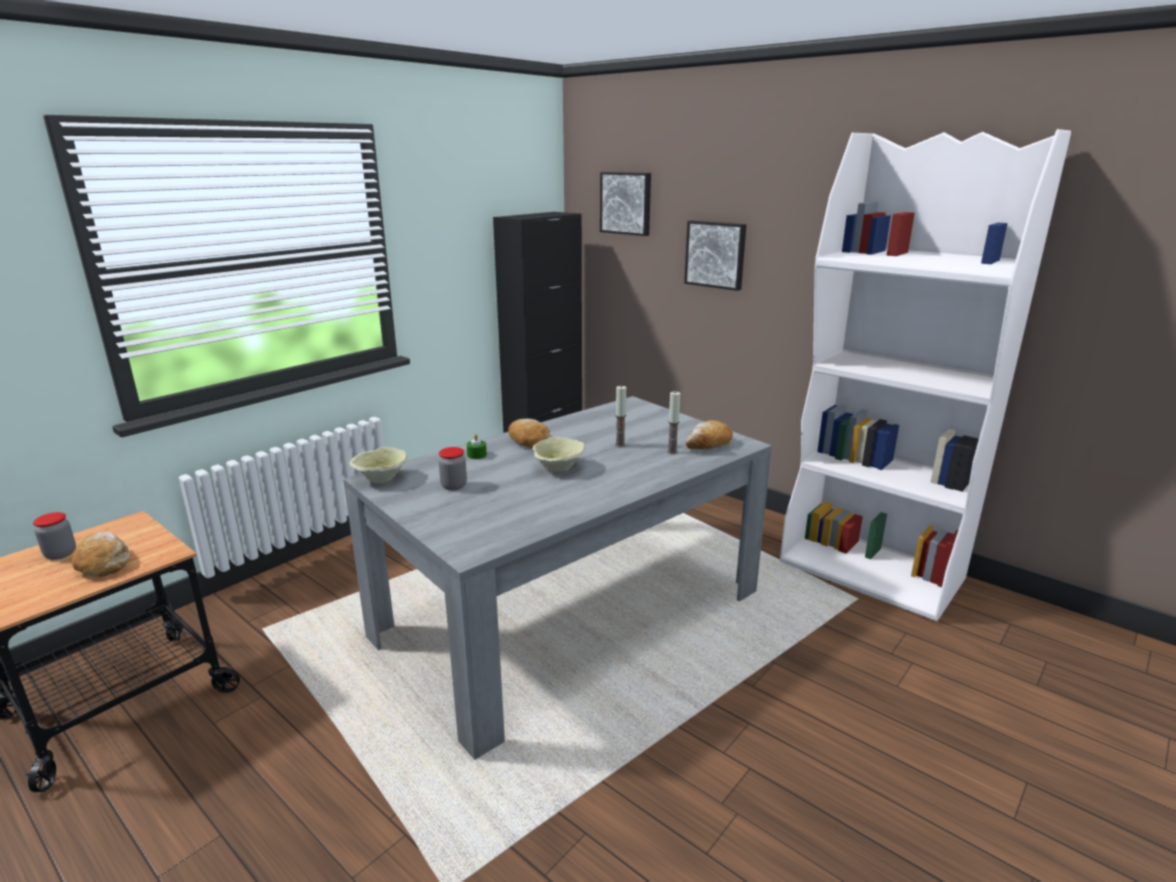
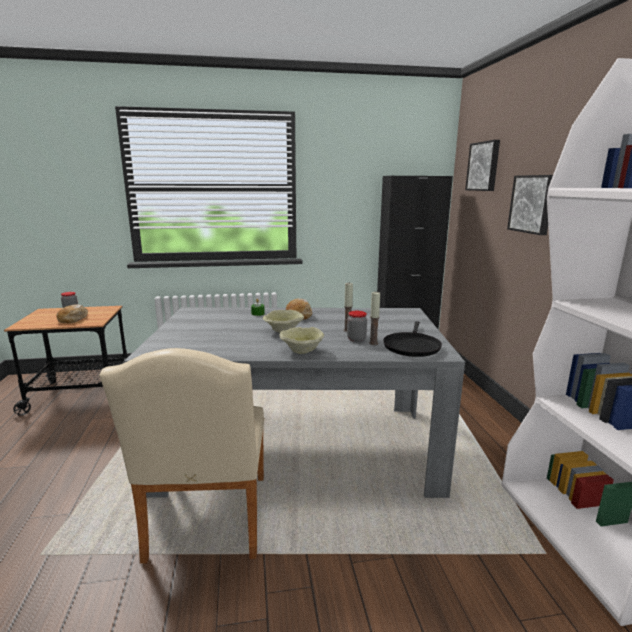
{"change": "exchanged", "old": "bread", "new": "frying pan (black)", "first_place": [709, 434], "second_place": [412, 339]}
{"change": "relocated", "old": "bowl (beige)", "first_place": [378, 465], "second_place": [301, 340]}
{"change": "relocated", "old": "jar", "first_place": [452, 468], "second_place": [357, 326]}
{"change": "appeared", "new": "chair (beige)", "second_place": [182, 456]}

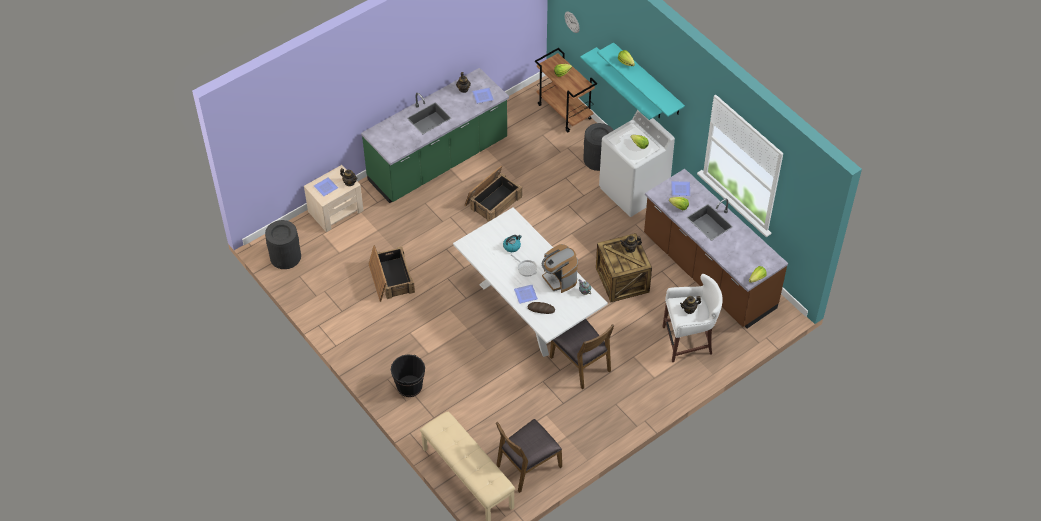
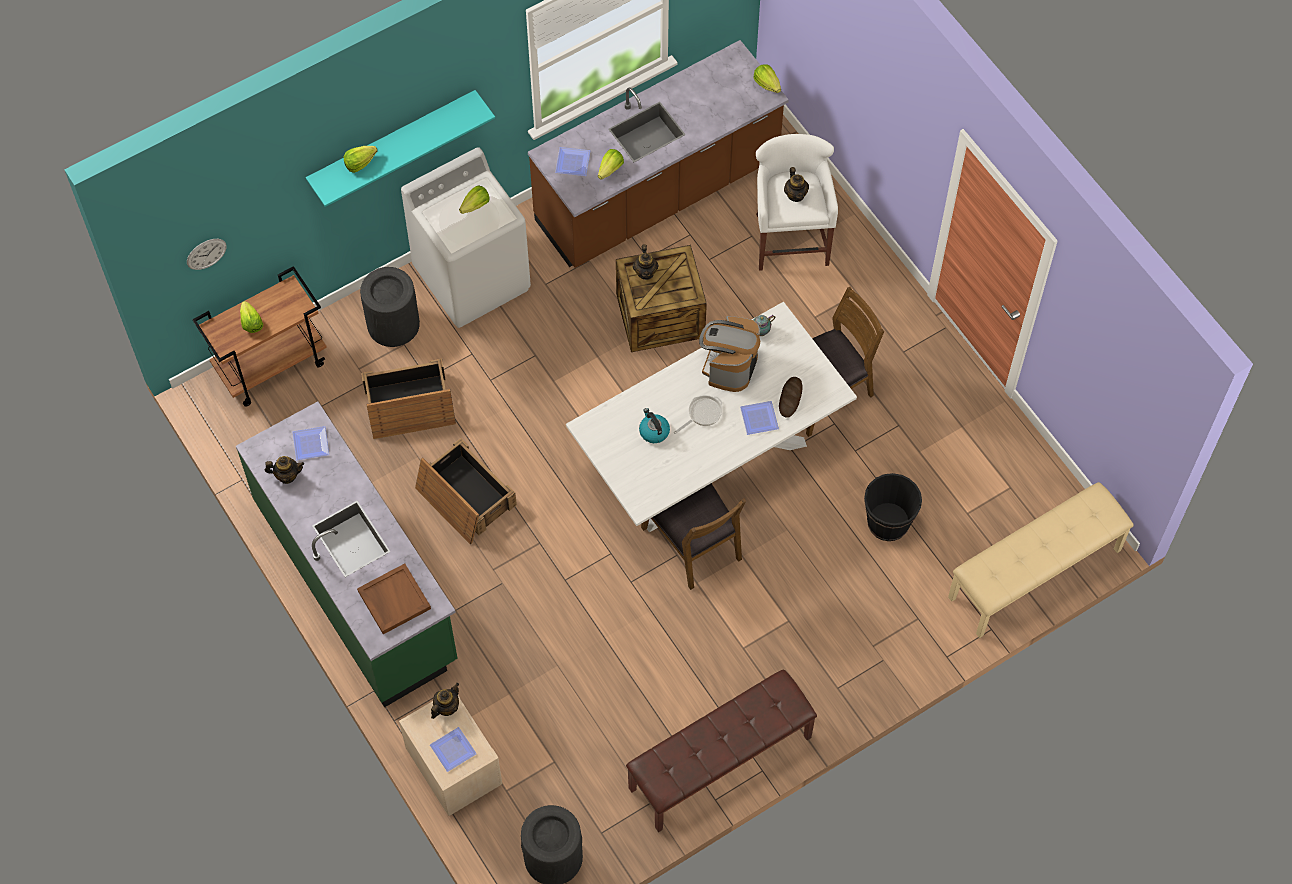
{"change": "missing", "old": "shelf (turquoise)", "first_place": [621, 83]}
{"change": "spun", "old": "coffee machine", "first_place": [560, 268], "second_place": [729, 354], "degrees": 135}
{"change": "relocated", "old": "crate", "first_place": [391, 273], "second_place": [408, 399]}
{"change": "relocated", "old": "bucket (black)", "first_place": [408, 376], "second_place": [893, 507]}
{"change": "relocated", "old": "chair (brown)", "first_place": [529, 456], "second_place": [693, 536]}
{"change": "appeared", "new": "tray (brown)", "second_place": [394, 598]}
{"change": "appeared", "new": "bench (brown)", "second_place": [721, 751]}

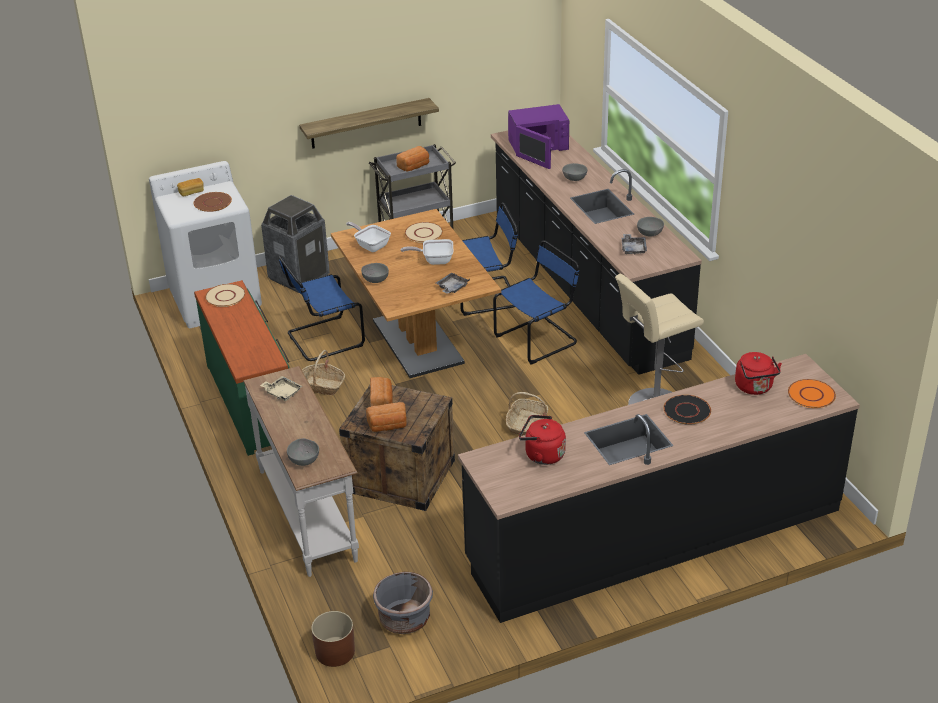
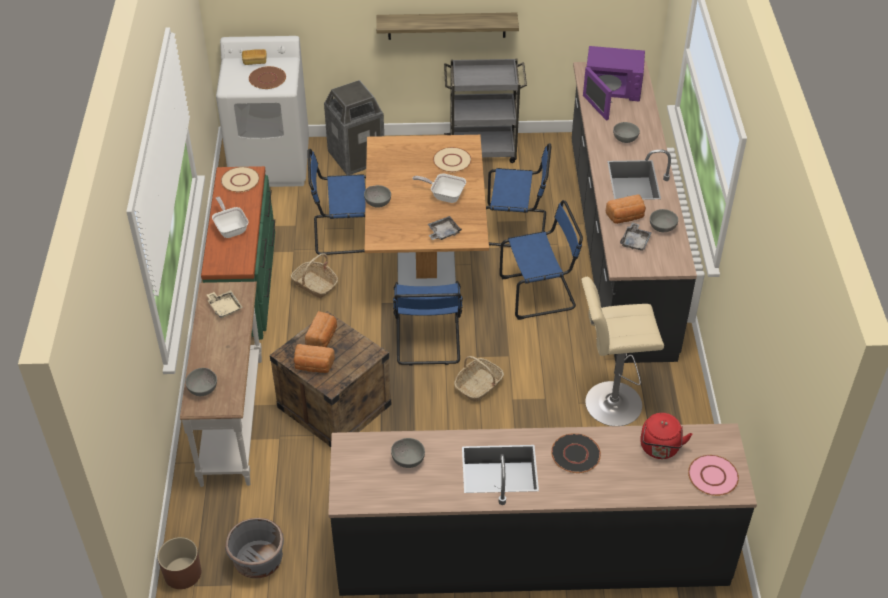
{"change": "relocated", "old": "bread", "first_place": [412, 158], "second_place": [626, 209]}
{"change": "relocated", "old": "frying pan", "first_place": [368, 237], "second_place": [230, 217]}
{"change": "colour", "old": "plate (orange)", "new": "plate (pink)", "first_place": [812, 393], "second_place": [713, 475]}
{"change": "exchanged", "old": "kettle (red)", "new": "bowl (grey)", "first_place": [542, 440], "second_place": [408, 453]}
{"change": "appeared", "new": "chair (blue)", "second_place": [428, 323]}

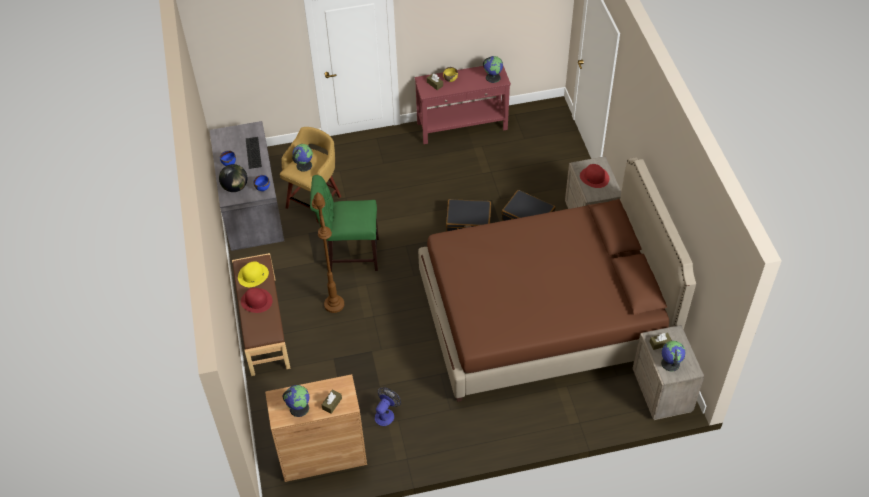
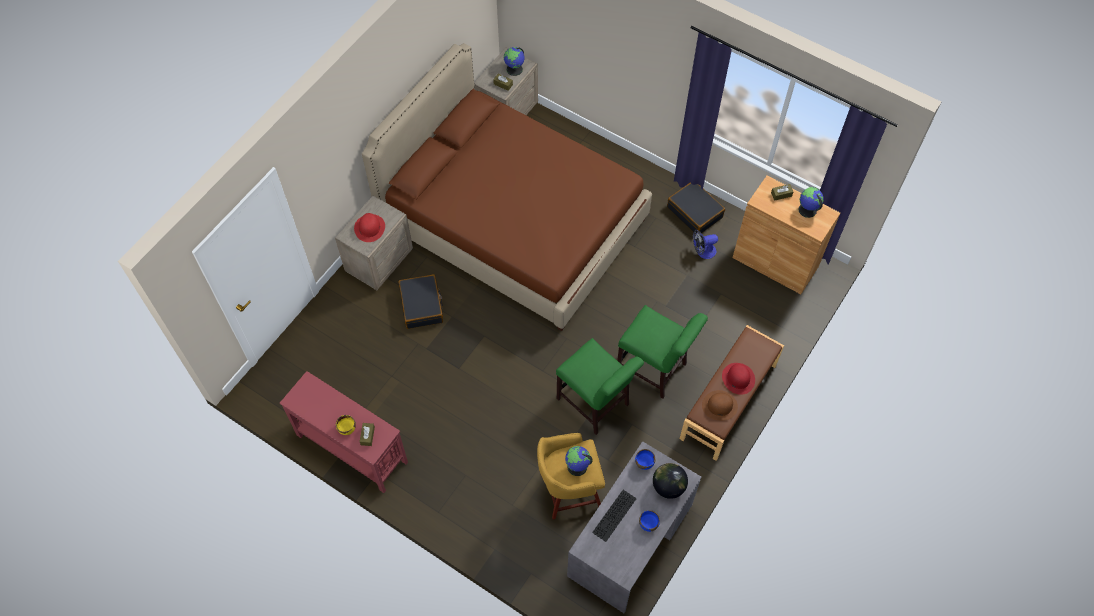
{"change": "missing", "old": "globe", "first_place": [493, 69]}
{"change": "exchanged", "old": "floor lamp (brown)", "new": "chair (green)", "first_place": [328, 252], "second_place": [662, 352]}
{"change": "relocated", "old": "suitcase (black)", "first_place": [468, 215], "second_place": [696, 208]}
{"change": "colour", "old": "hat (yellow)", "new": "hat (brown)", "first_place": [253, 274], "second_place": [720, 405]}

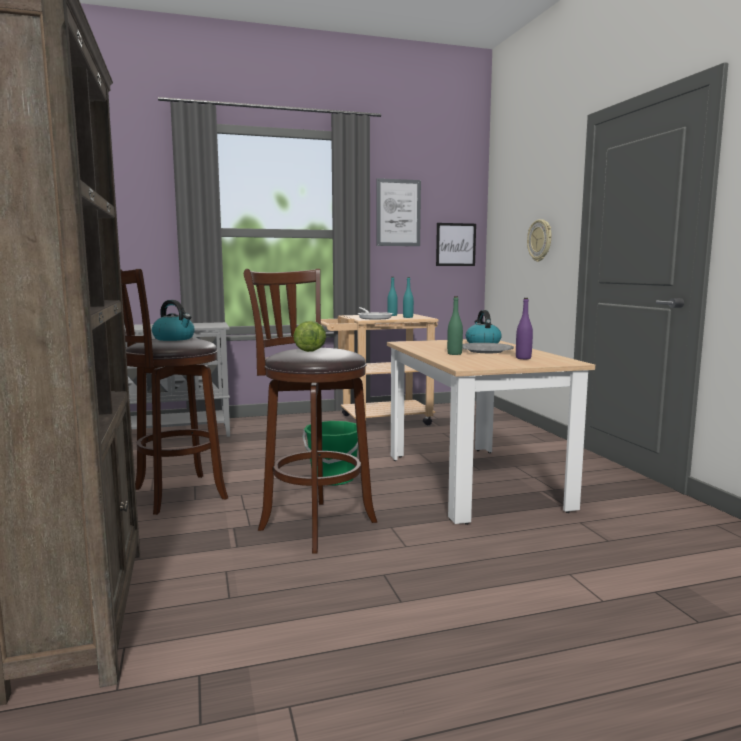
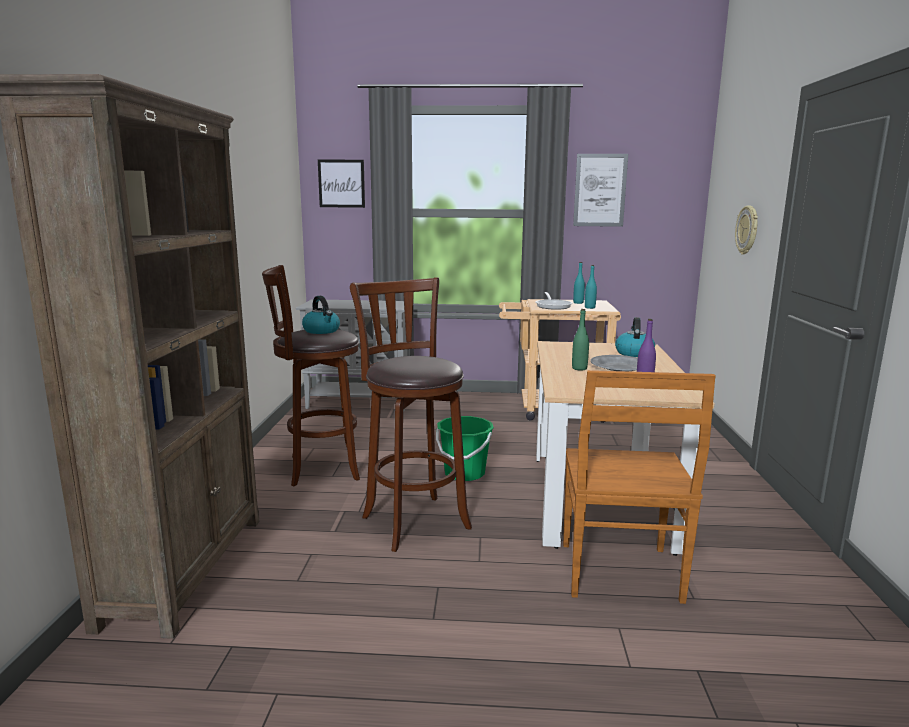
{"change": "relocated", "old": "picture", "first_place": [456, 244], "second_place": [341, 183]}
{"change": "missing", "old": "lettuce", "first_place": [310, 336]}
{"change": "appeared", "new": "chair (brown)", "second_place": [639, 487]}

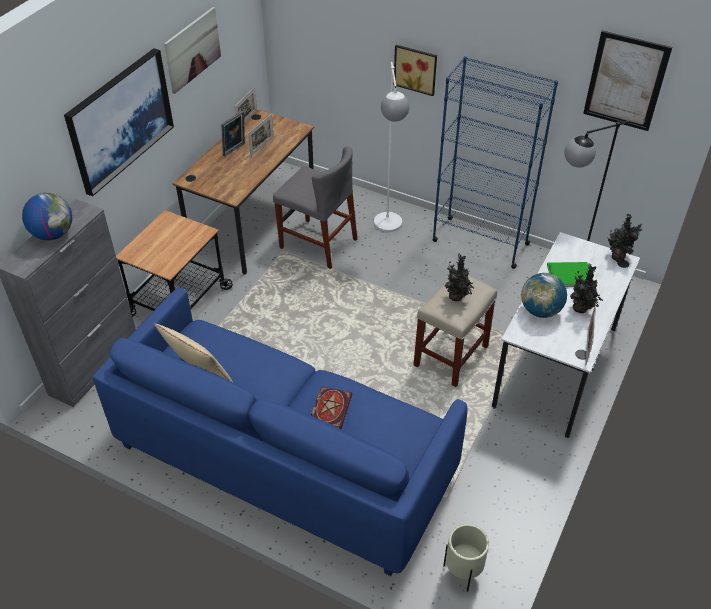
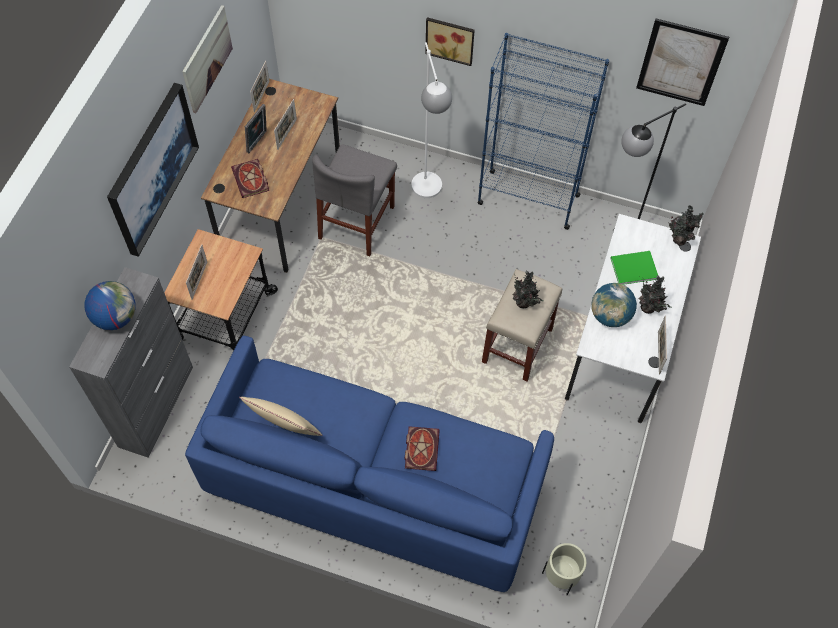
{"change": "spun", "old": "chair (grey)", "first_place": [315, 207], "second_place": [354, 200], "degrees": 90}
{"change": "appeared", "new": "book", "second_place": [250, 178]}
{"change": "appeared", "new": "picture frame", "second_place": [196, 272]}

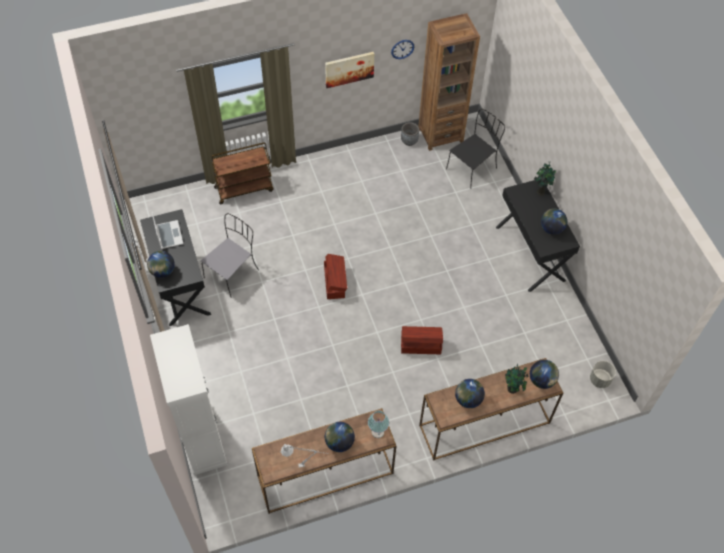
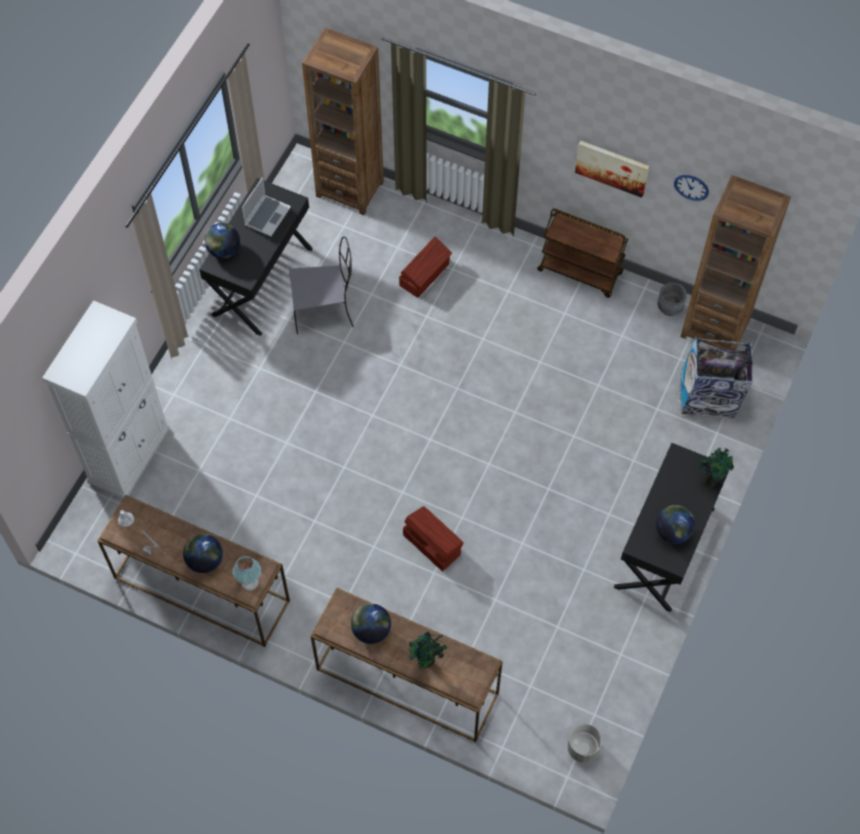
{"change": "exchanged", "old": "chair (black)", "new": "trash can", "first_place": [475, 149], "second_place": [715, 378]}
{"change": "relocated", "old": "cart (brown)", "first_place": [242, 173], "second_place": [582, 253]}
{"change": "relocated", "old": "storage box (brown)", "first_place": [335, 276], "second_place": [425, 267]}
{"change": "missing", "old": "globe", "first_place": [544, 374]}
{"change": "appeared", "new": "bookcase (brown)", "second_place": [343, 121]}

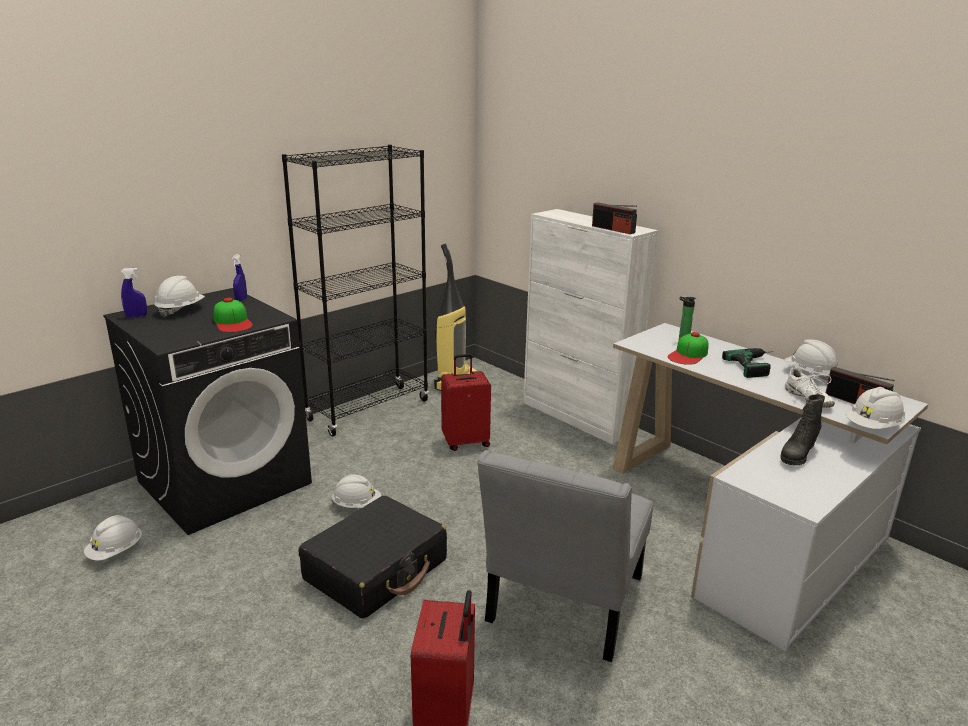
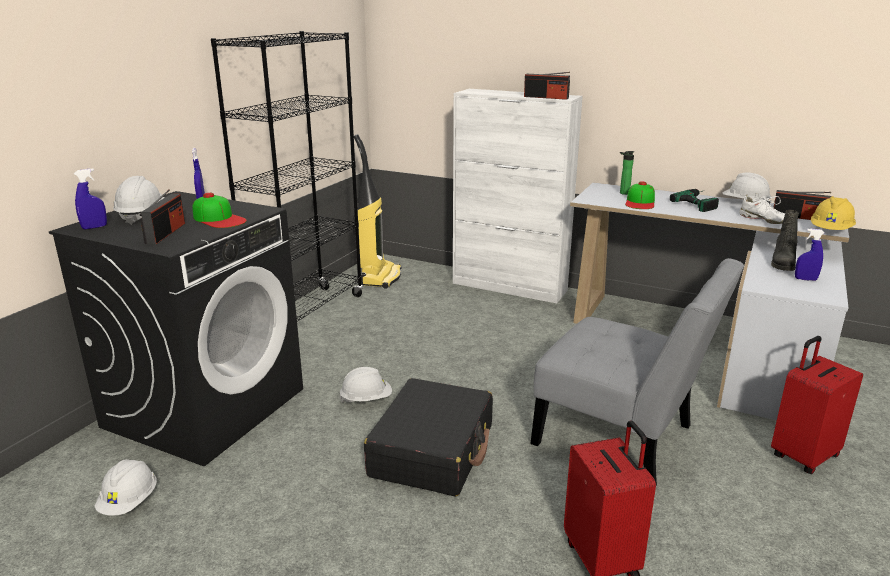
{"change": "relocated", "old": "suitcase (red)", "first_place": [466, 402], "second_place": [817, 405]}
{"change": "colour", "old": "hard hat (white)", "new": "hard hat (yellow)", "first_place": [875, 408], "second_place": [833, 213]}
{"change": "spun", "old": "chair (grey)", "first_place": [565, 556], "second_place": [637, 371], "degrees": -60}
{"change": "appeared", "new": "radio", "second_place": [162, 216]}
{"change": "appeared", "new": "spray bottle (blue)", "second_place": [810, 255]}

